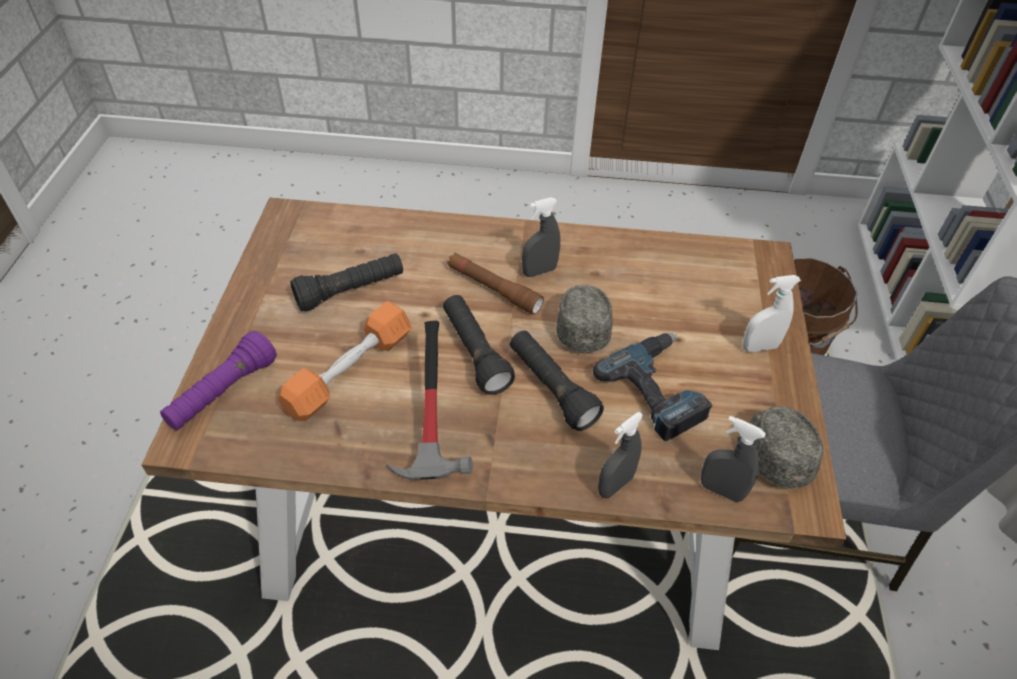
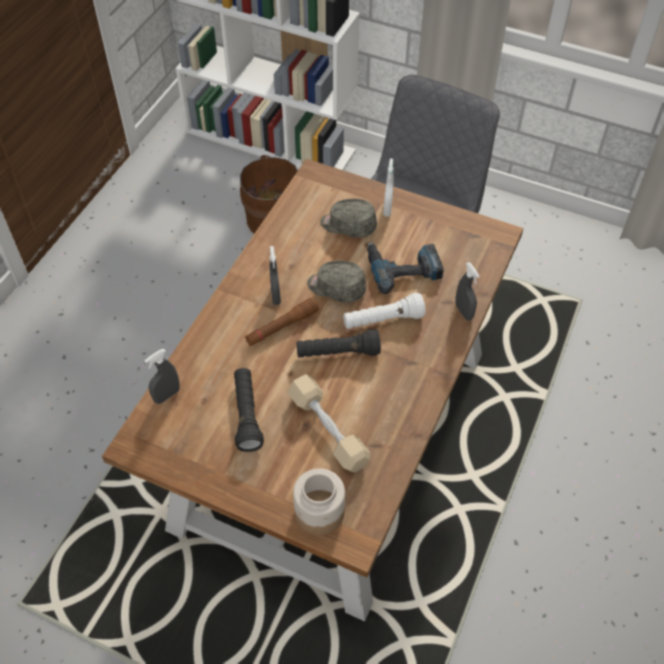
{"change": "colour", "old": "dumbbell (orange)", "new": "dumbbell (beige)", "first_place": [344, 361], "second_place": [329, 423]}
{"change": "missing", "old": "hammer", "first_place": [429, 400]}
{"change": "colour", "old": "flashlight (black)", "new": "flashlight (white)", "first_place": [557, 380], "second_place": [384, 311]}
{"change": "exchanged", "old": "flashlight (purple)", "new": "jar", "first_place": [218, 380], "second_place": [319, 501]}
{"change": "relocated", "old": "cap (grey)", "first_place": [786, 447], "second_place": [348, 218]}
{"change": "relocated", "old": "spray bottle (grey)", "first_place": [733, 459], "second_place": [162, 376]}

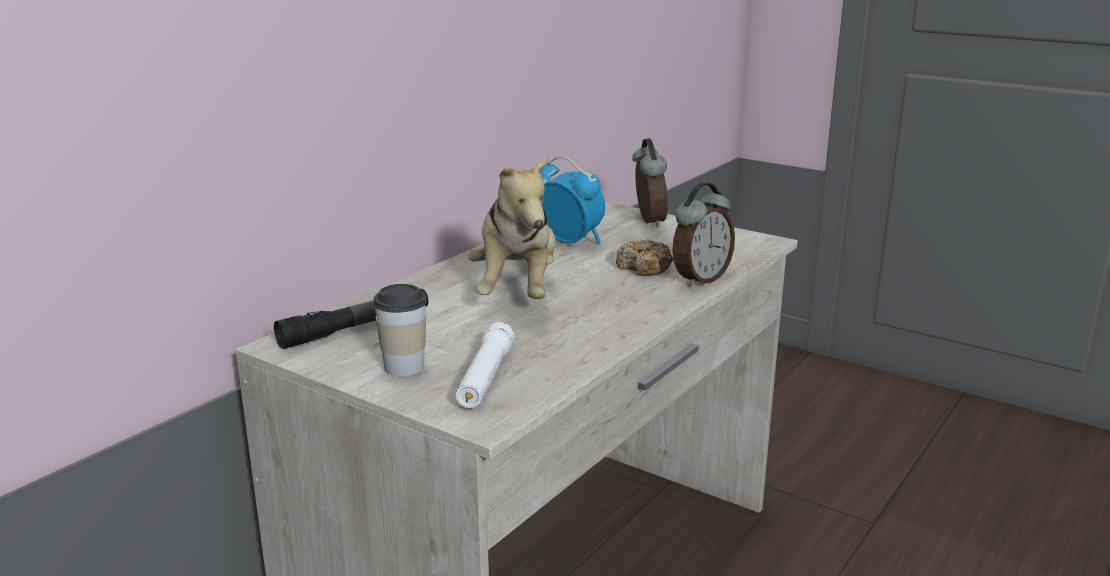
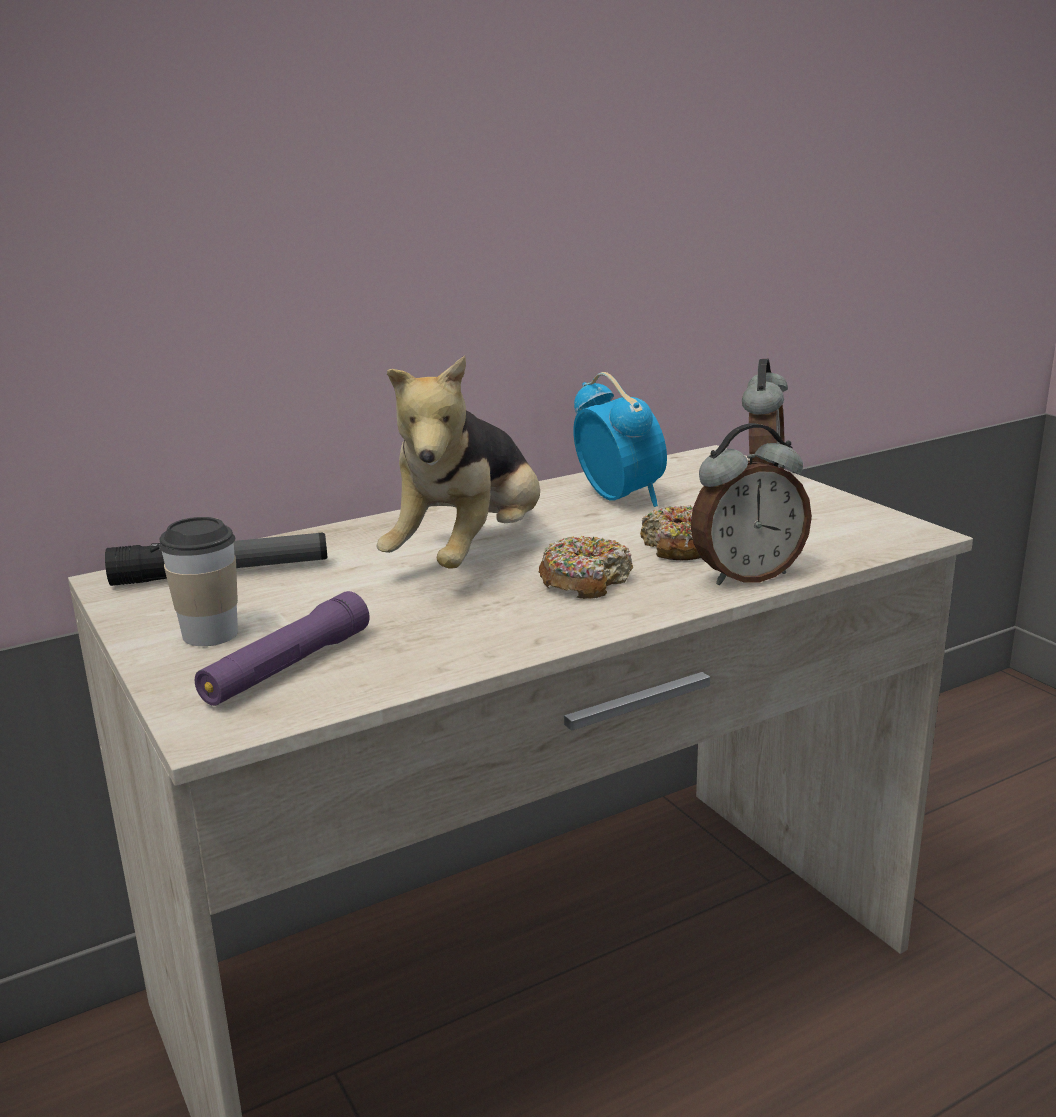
{"change": "colour", "old": "flashlight (white)", "new": "flashlight (purple)", "first_place": [485, 365], "second_place": [282, 648]}
{"change": "appeared", "new": "donut", "second_place": [586, 567]}

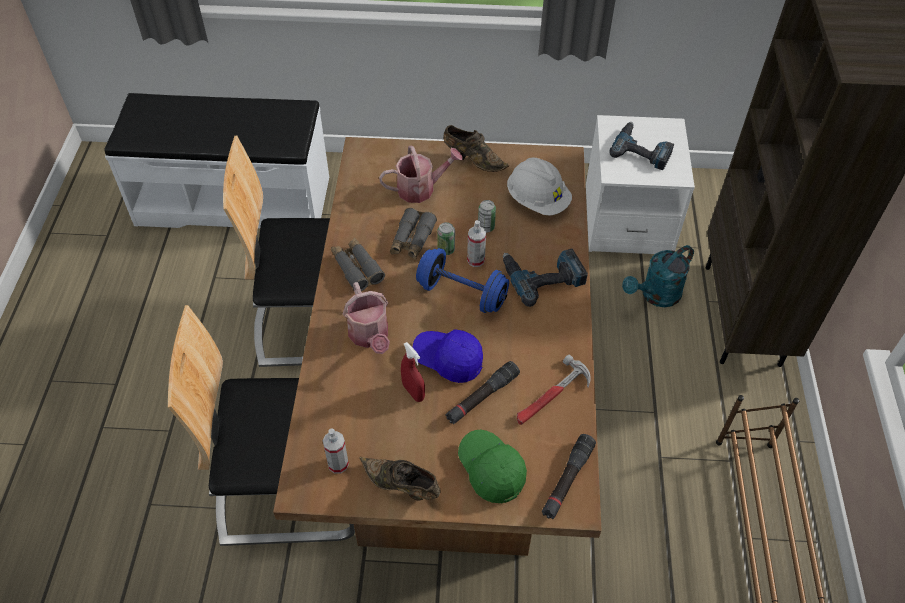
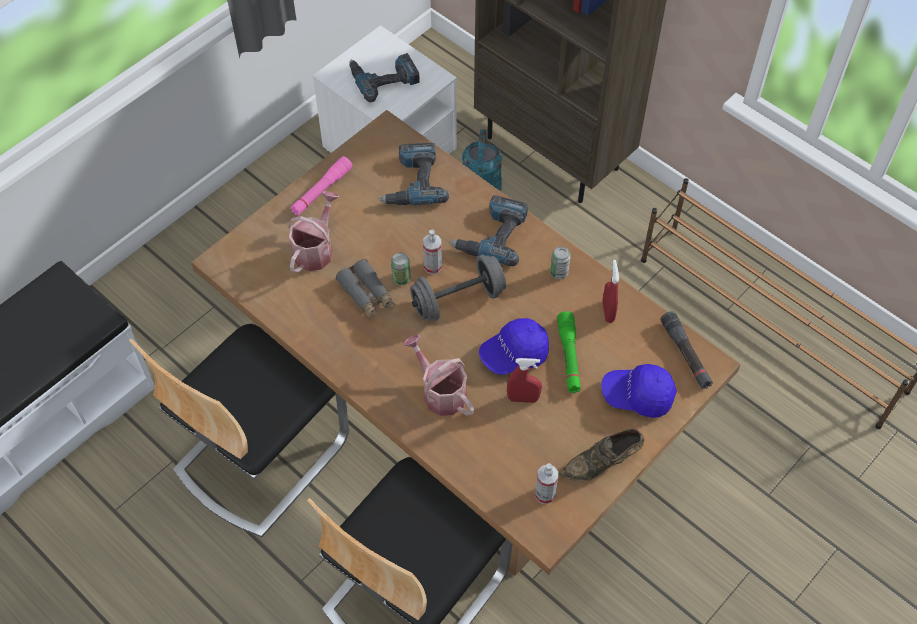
{"change": "exchanged", "old": "shoe (brown)", "new": "flashlight (pink)", "first_place": [476, 148], "second_place": [321, 185]}
{"change": "exchanged", "old": "hard hat (white)", "new": "power drill", "first_place": [539, 187], "second_place": [413, 174]}
{"change": "relocated", "old": "can", "first_place": [487, 216], "second_place": [560, 262]}
{"change": "missing", "old": "binoculars (grey)", "first_place": [358, 264]}
{"change": "colour", "old": "dumbbell (blue)", "new": "dumbbell (grey)", "first_place": [462, 280], "second_place": [458, 288]}
{"change": "spun", "old": "watering can", "first_place": [366, 318], "second_place": [438, 375], "degrees": -150}
{"change": "exchanged", "old": "hammer", "new": "spray bottle (red)", "first_place": [554, 390], "second_place": [611, 291]}
{"change": "colour", "old": "flashlight (black)", "new": "flashlight (green)", "first_place": [482, 392], "second_place": [569, 352]}
{"change": "colour", "old": "cap (green)", "new": "cap (blue)", "first_place": [492, 466], "second_place": [639, 391]}

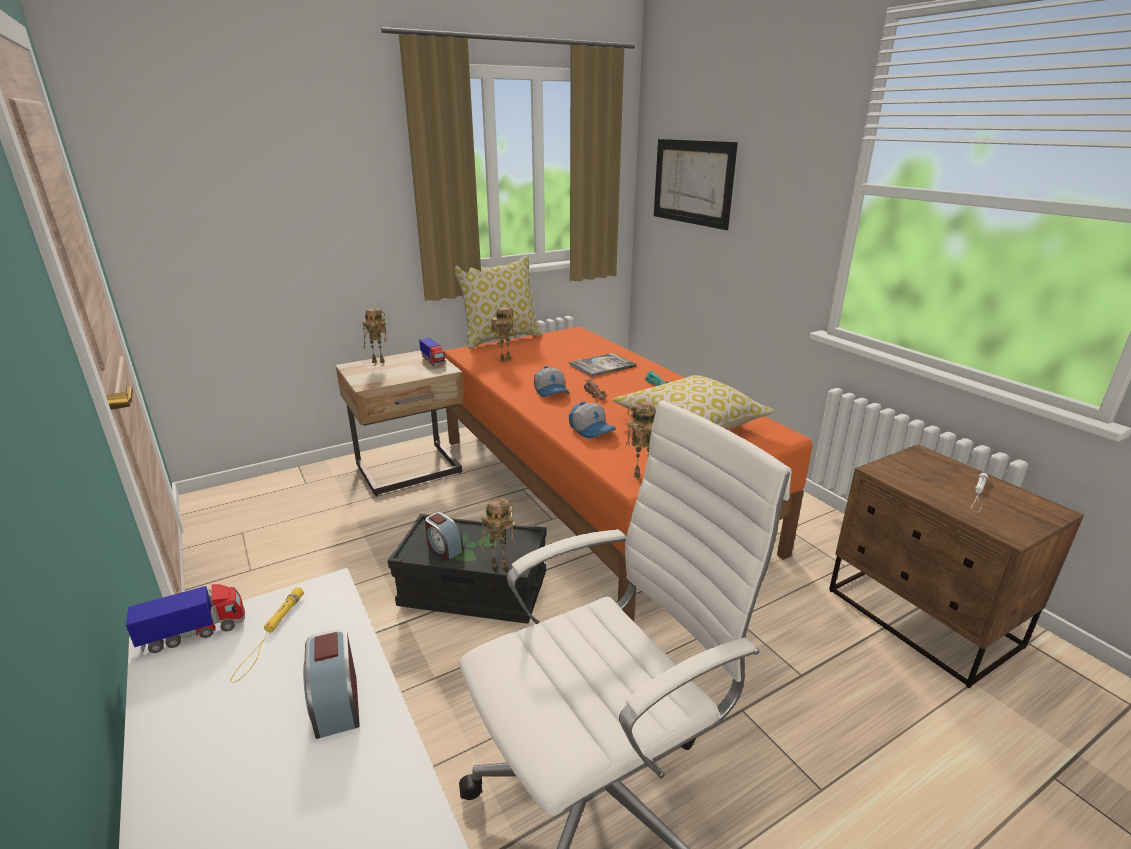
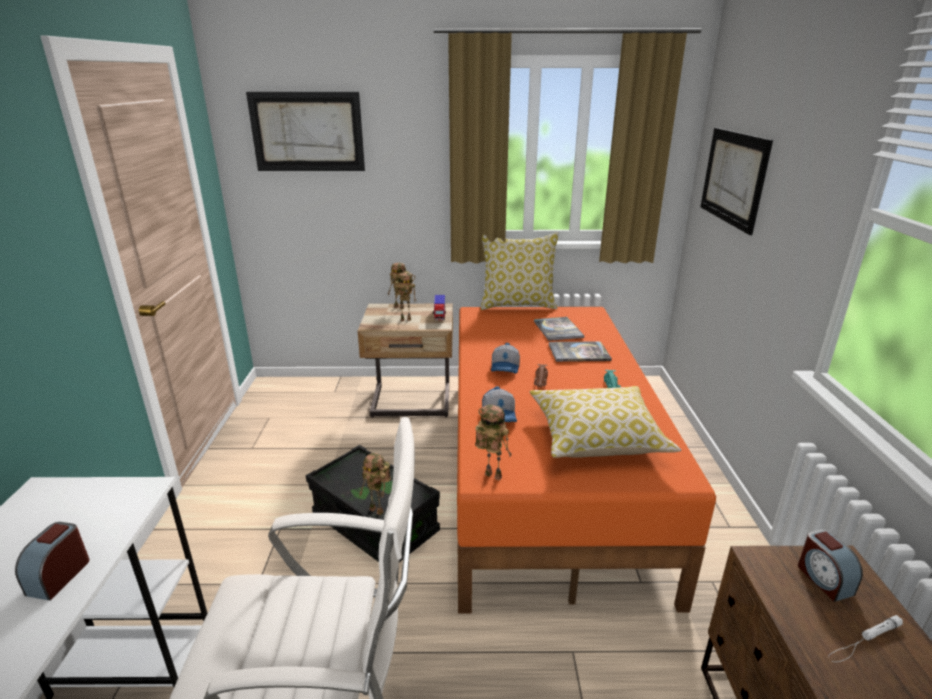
{"change": "relocated", "old": "toy robot", "first_place": [503, 334], "second_place": [405, 296]}
{"change": "relocated", "old": "alarm clock", "first_place": [444, 536], "second_place": [830, 566]}
{"change": "missing", "old": "toy truck", "first_place": [185, 618]}
{"change": "missing", "old": "flashlight (yellow)", "first_place": [267, 635]}
{"change": "appeared", "new": "picture", "second_place": [305, 131]}
{"change": "appeared", "new": "book", "second_place": [559, 329]}

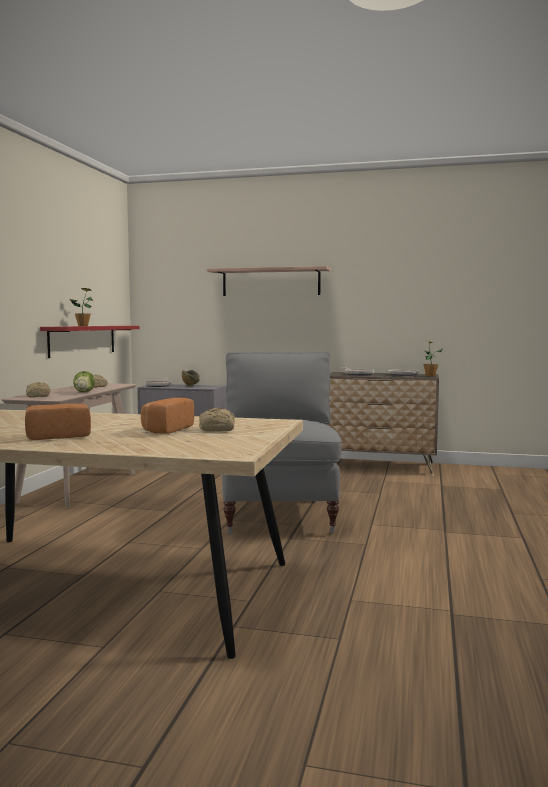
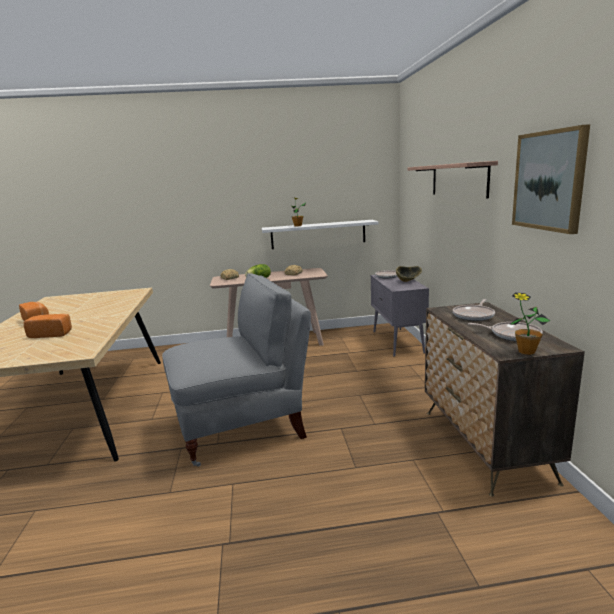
{"change": "colour", "old": "shelf (red)", "new": "shelf (white)", "first_place": [90, 342], "second_place": [320, 234]}
{"change": "missing", "old": "bread", "first_place": [217, 419]}
{"change": "appeared", "new": "picture", "second_place": [551, 179]}

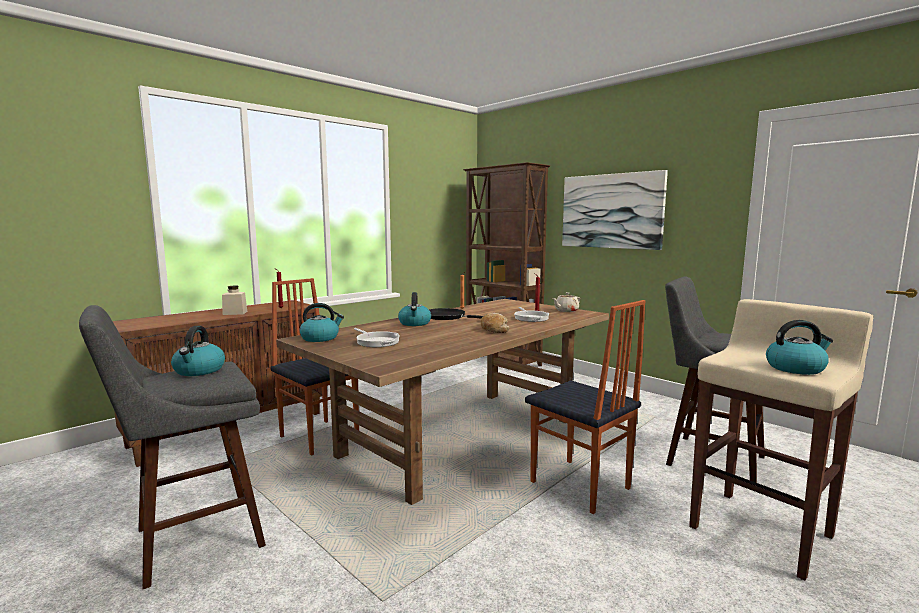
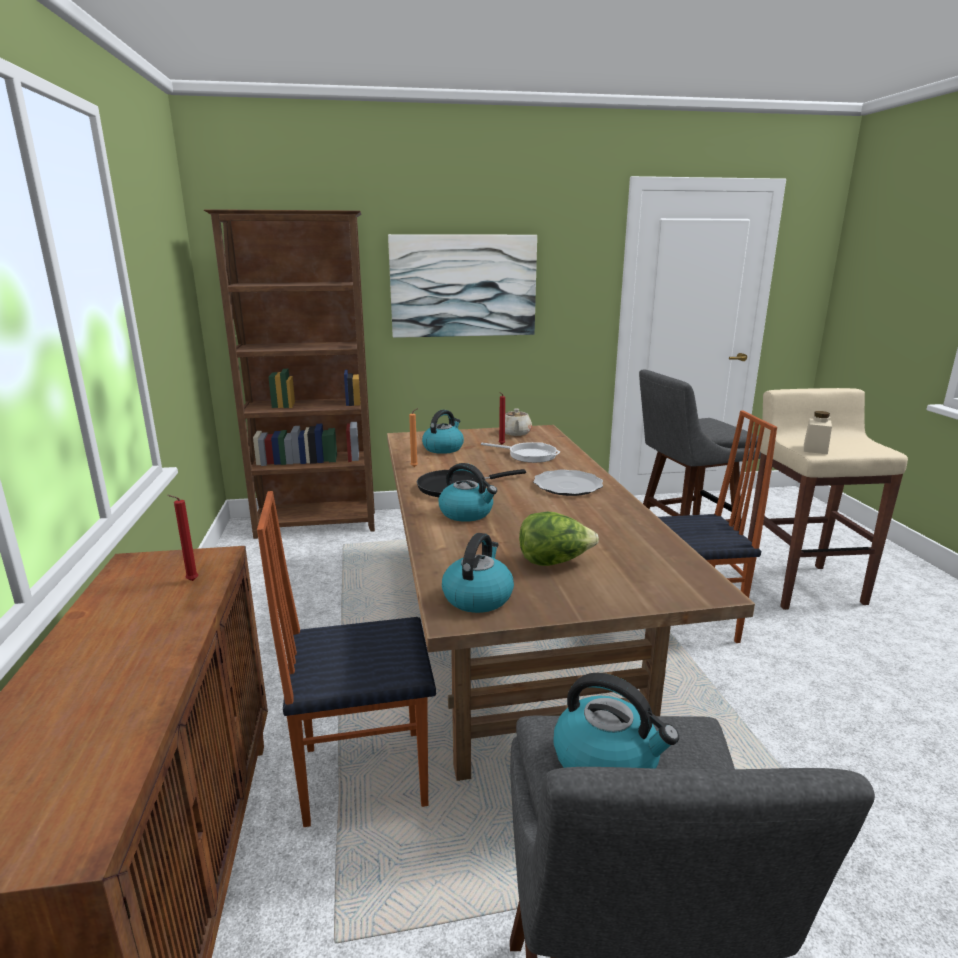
{"change": "relocated", "old": "jar (beige)", "first_place": [234, 300], "second_place": [818, 432]}
{"change": "exchanged", "old": "bread", "new": "plate", "first_place": [495, 323], "second_place": [568, 482]}
{"change": "relocated", "old": "kettle", "first_place": [799, 347], "second_place": [443, 432]}
{"change": "exchanged", "old": "frying pan", "new": "lettuce", "first_place": [377, 337], "second_place": [559, 539]}

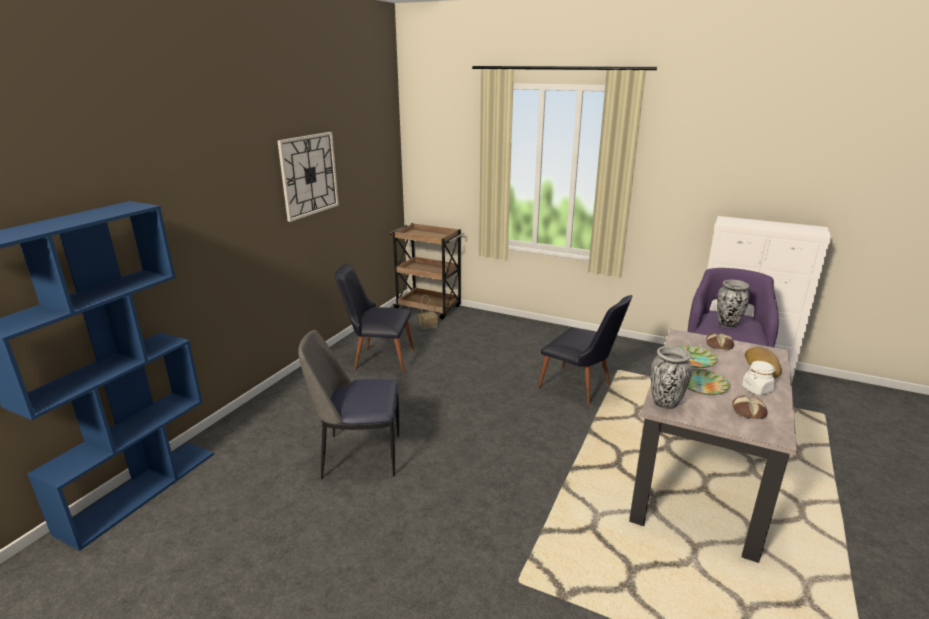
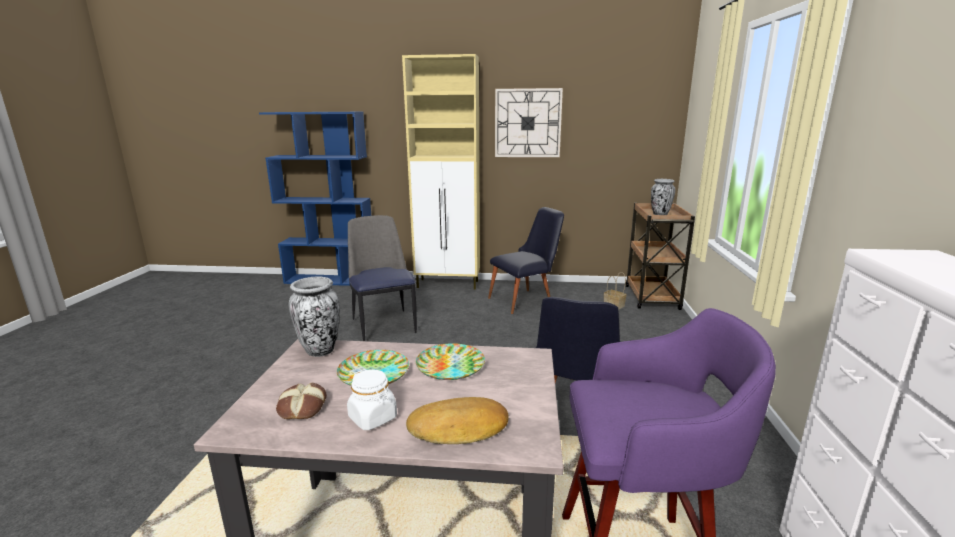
{"change": "spun", "old": "chair (black)", "first_place": [374, 319], "second_place": [526, 260], "degrees": 75}
{"change": "relocated", "old": "vase", "first_place": [733, 304], "second_place": [663, 197]}
{"change": "missing", "old": "bread", "first_place": [720, 341]}
{"change": "appeared", "new": "cabinet (beige)", "second_place": [441, 172]}

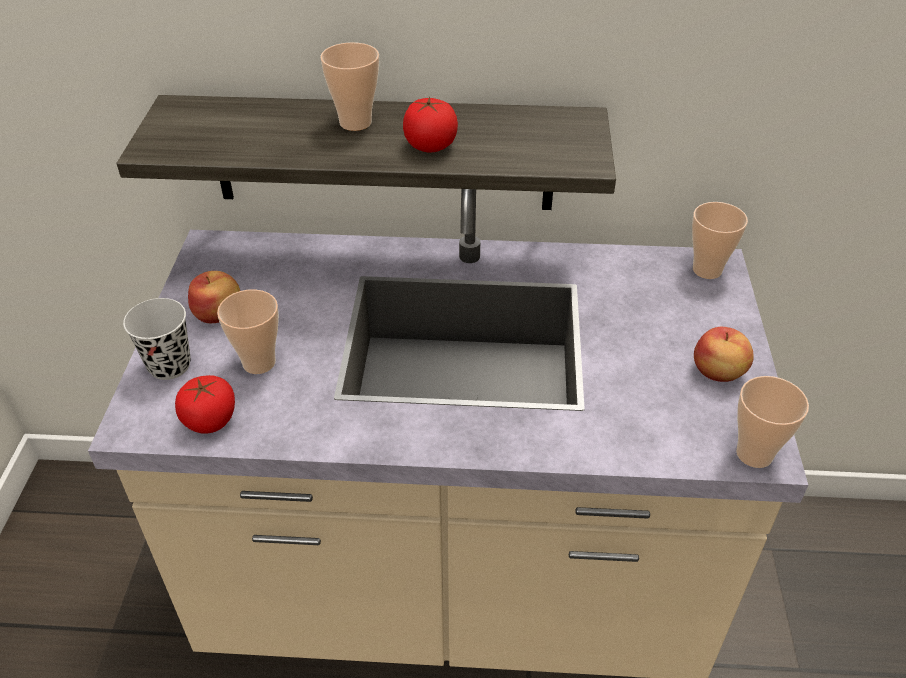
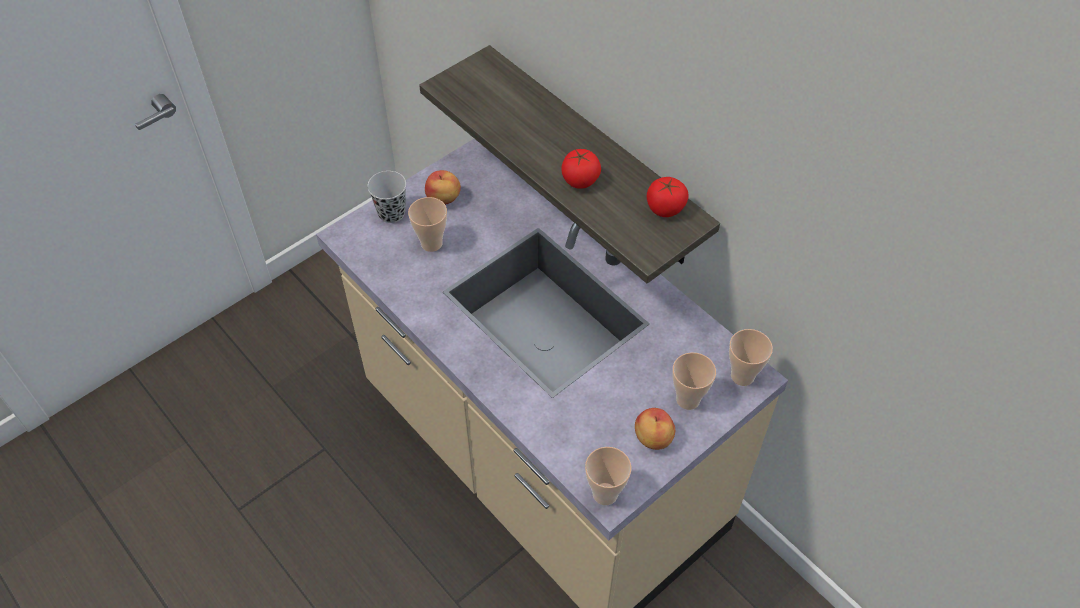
{"change": "relocated", "old": "cup", "first_place": [349, 86], "second_place": [694, 381]}
{"change": "relocated", "old": "tomato", "first_place": [205, 404], "second_place": [668, 197]}

